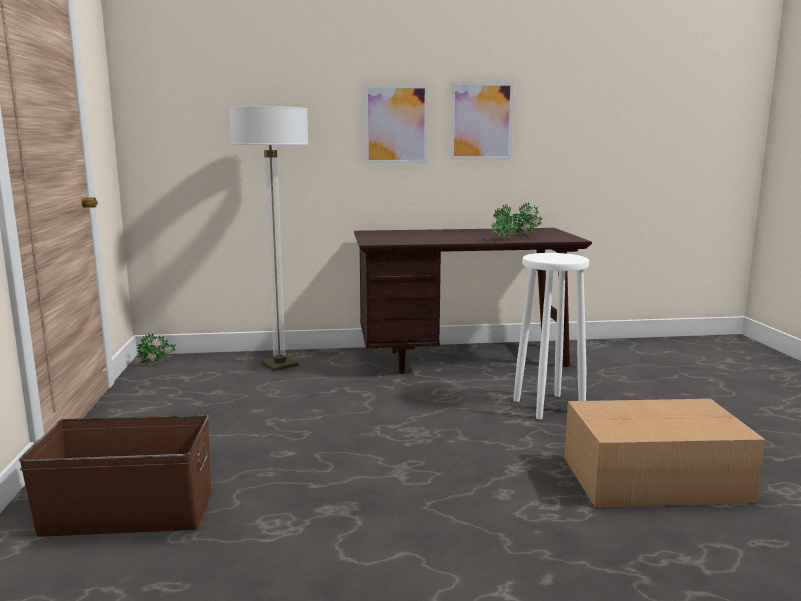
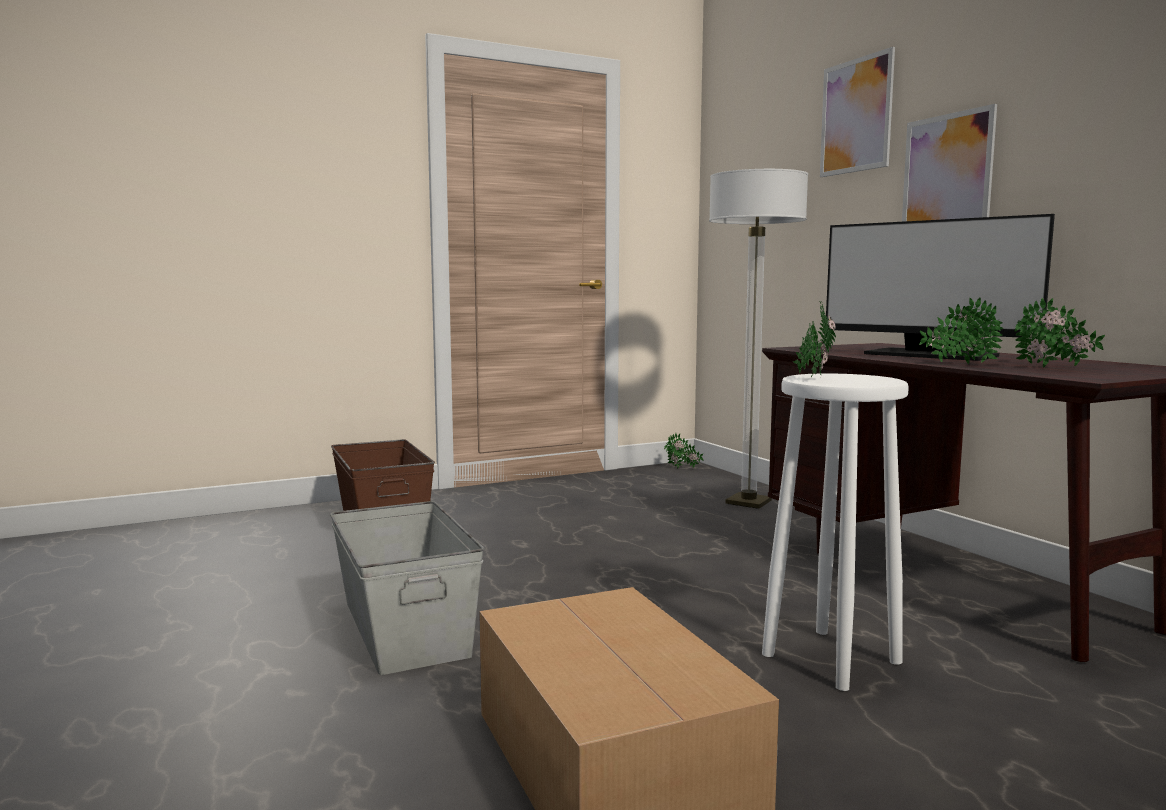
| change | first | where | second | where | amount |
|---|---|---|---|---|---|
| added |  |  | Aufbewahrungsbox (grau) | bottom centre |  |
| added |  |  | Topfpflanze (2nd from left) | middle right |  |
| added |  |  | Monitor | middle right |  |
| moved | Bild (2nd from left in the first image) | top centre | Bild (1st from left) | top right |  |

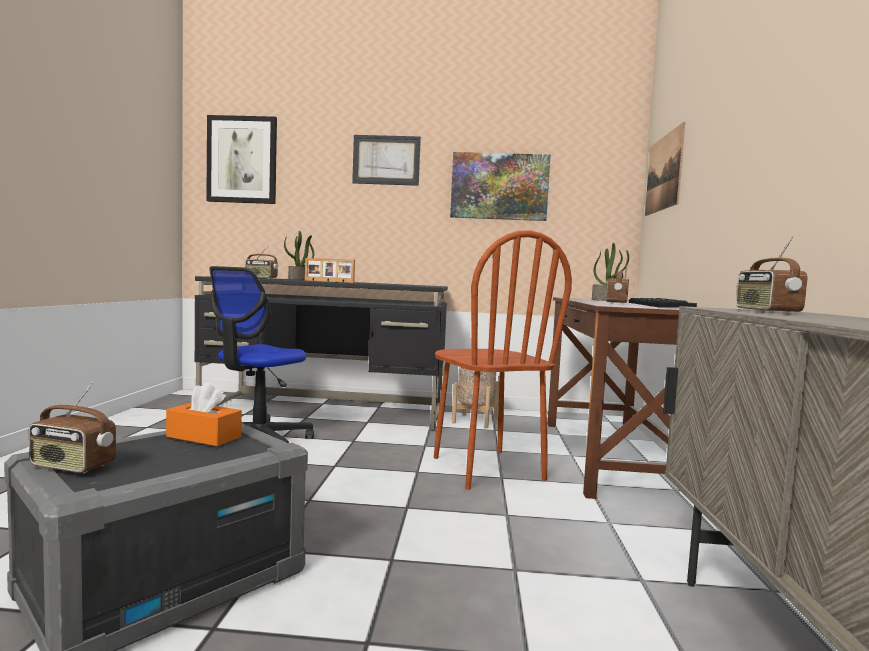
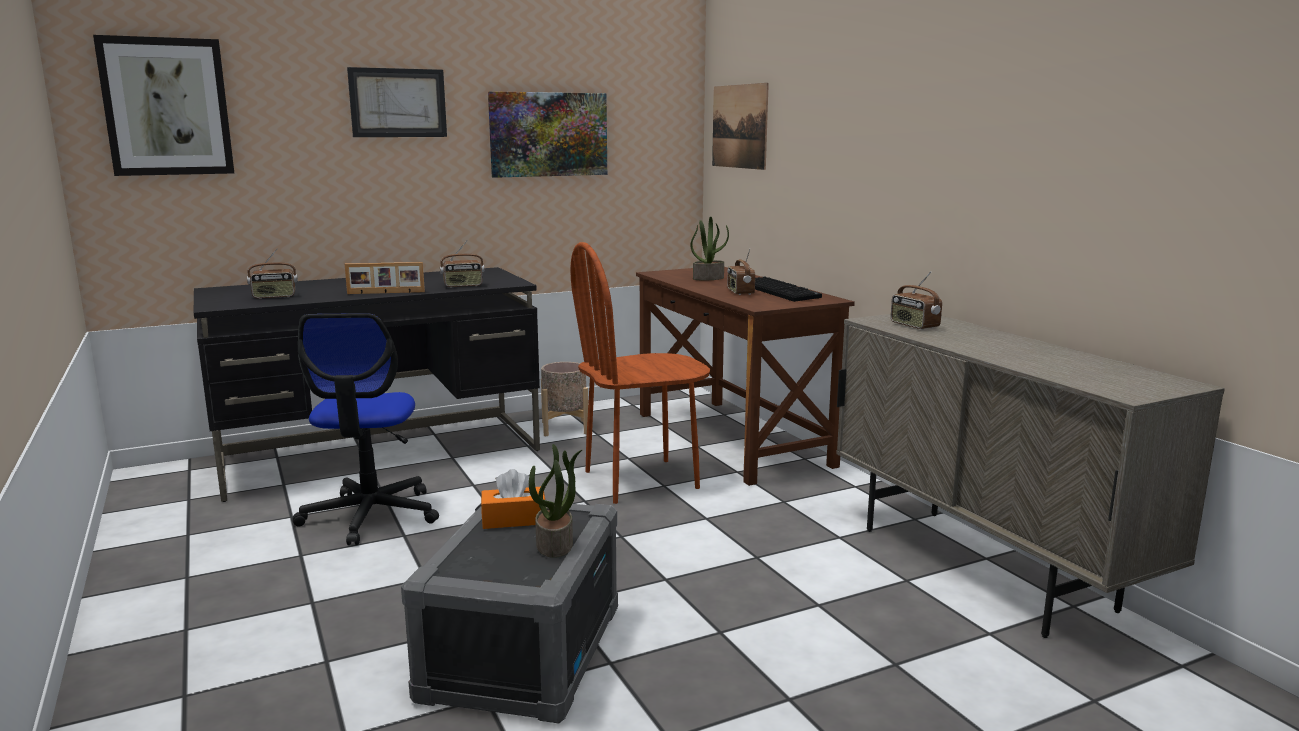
| change | first | where | second | where | amount |
|---|---|---|---|---|---|
| moved | Radio (1st from left in the first image) | middle left | Radio (2nd from left) | centre |  |
| moved | Topfpflanze (1st from left) | centre |  | bottom centre |  |
| turned | Stuhl (braun) | centre |  | centre | 120 degrees clockwise |

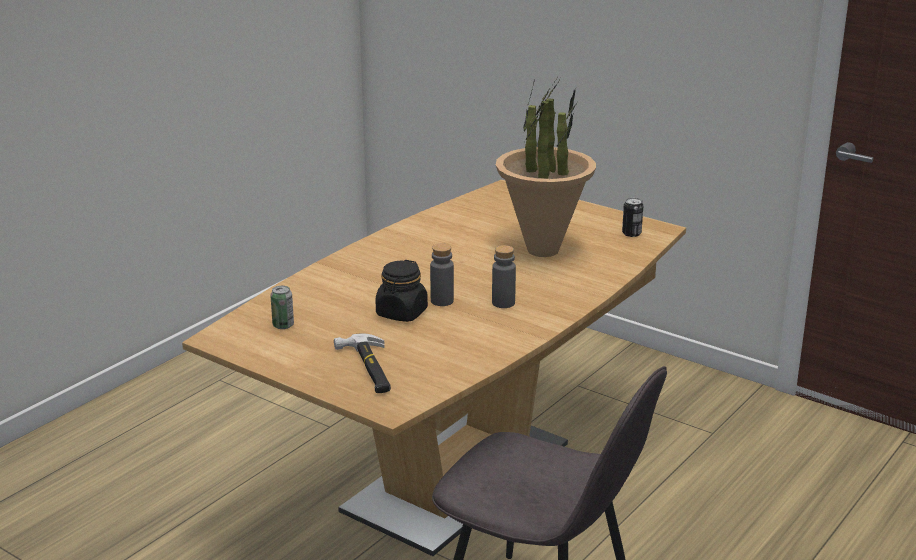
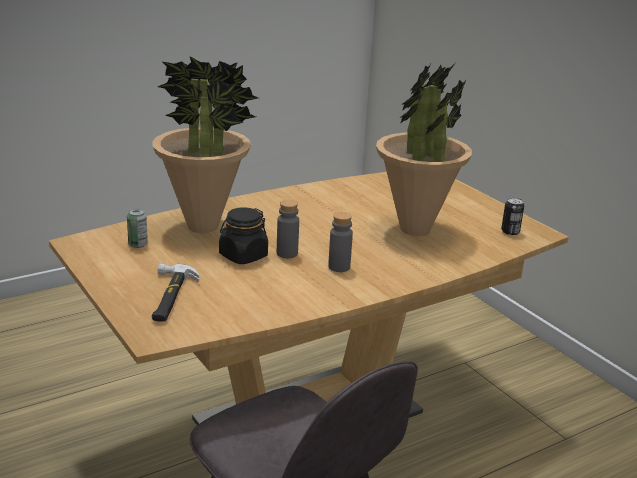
| change | first | where | second | where | amount |
|---|---|---|---|---|---|
| added |  |  | Topfpflanze (1st from left) | top left |  |

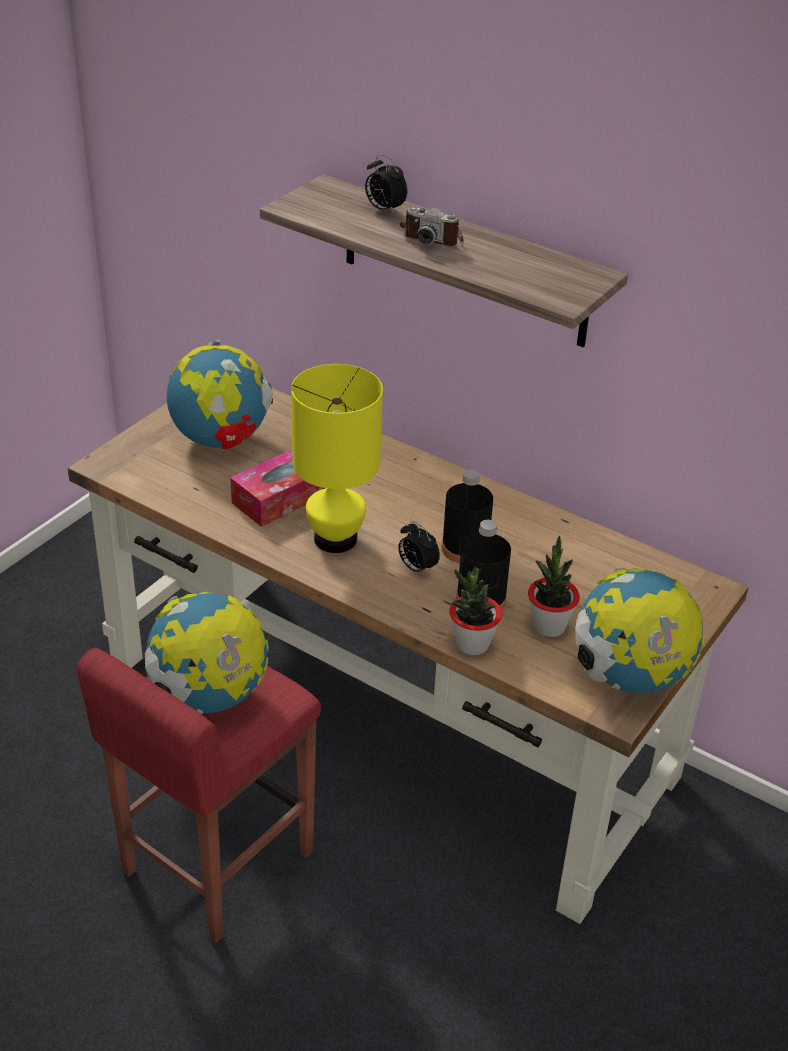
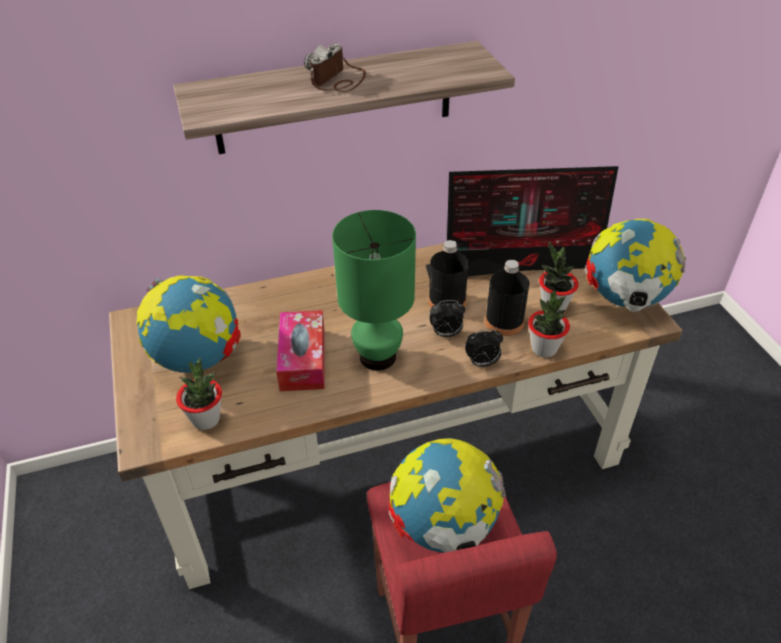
| change | first | where | second | where | amount |
|---|---|---|---|---|---|
| added |  |  | Topfpflanze (1st from left) | middle left |  |
| added |  |  | Monitor | middle right |  |
| moved | Wecker (1st from left in the first image) | top centre | Wecker (2nd from left) | centre |  |
| recoloured | Tischlampe (gelb) | centre | Tischlampe (grün) | centre |  |
| turned | Kamera | top centre |  | top centre | 150 degrees clockwise |

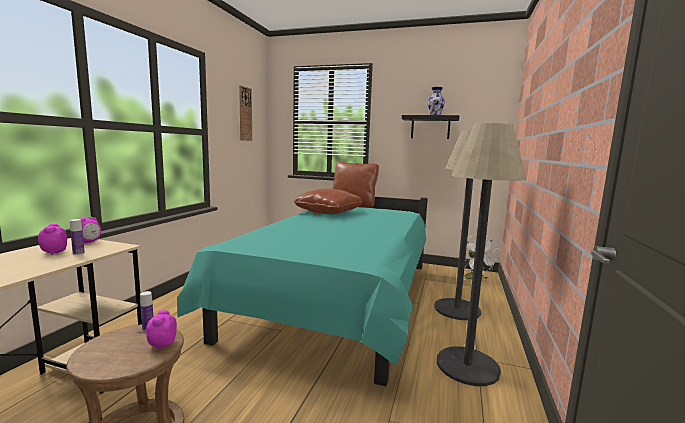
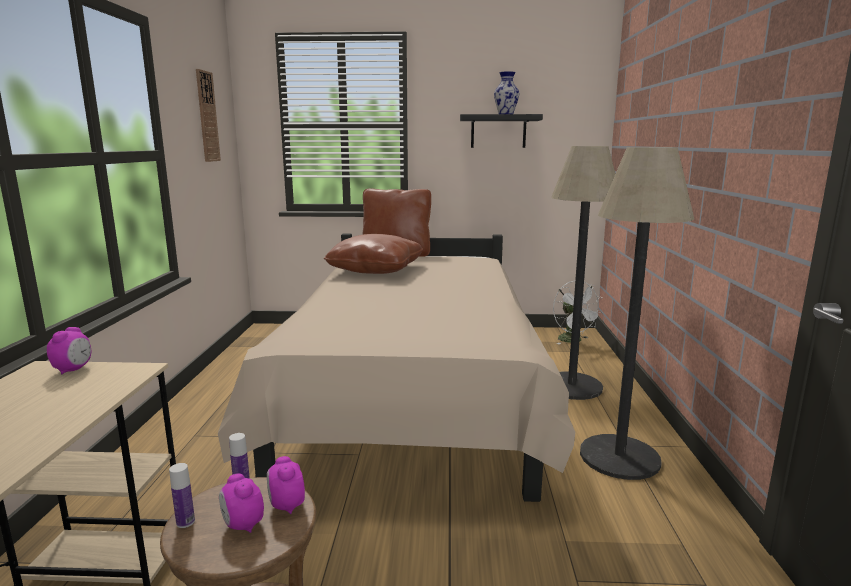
| change | first | where | second | where | amount |
|---|---|---|---|---|---|
| moved | Wecker (1st from left in the first image) | middle left | Wecker (2nd from left) | bottom left |  |
| moved | Flasche (1st from left) | middle left |  | bottom left |  |
| recoloured | Bett (türkis) | bottom centre | Bett (beige) | centre |  |

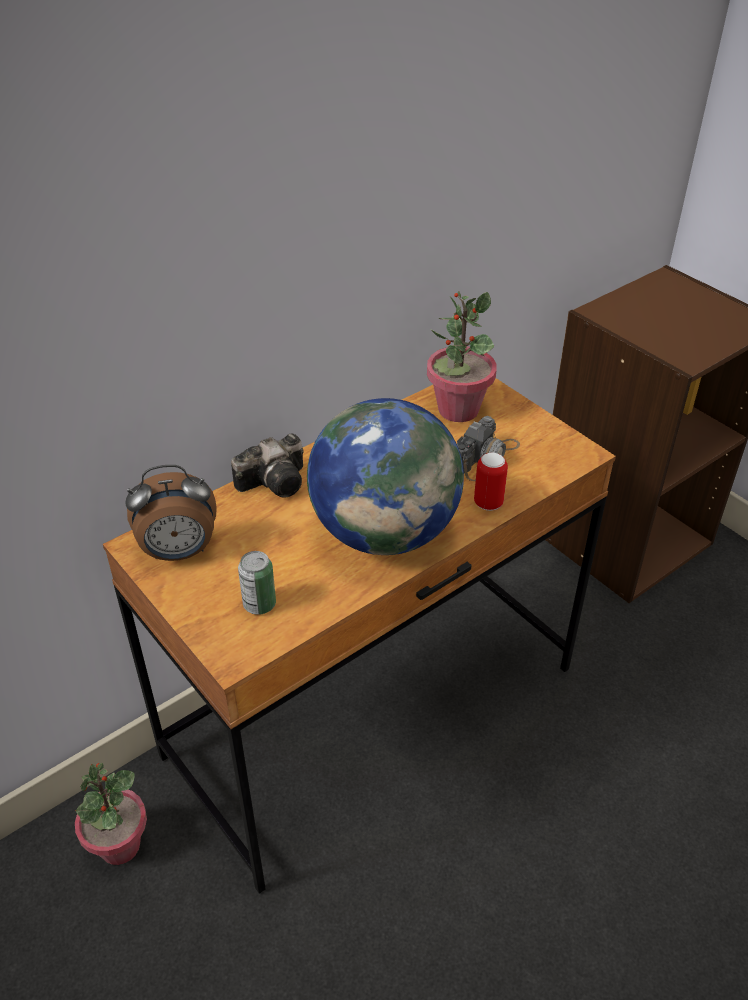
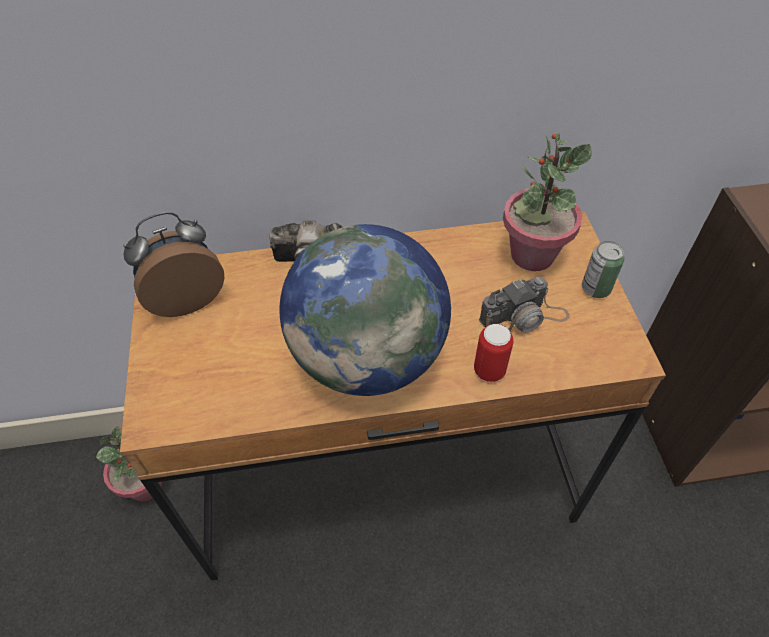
| change | first | where | second | where | amount |
|---|---|---|---|---|---|
| moved | Dose (1st from left in the first image) | centre | Dose (2nd from left) | middle right |  |
| turned | Wecker | middle left |  | middle left | 135 degrees clockwise |

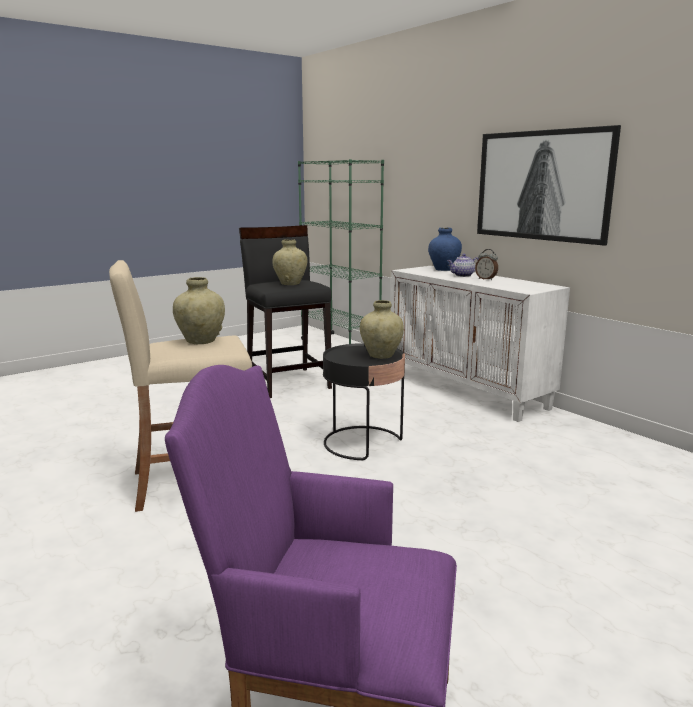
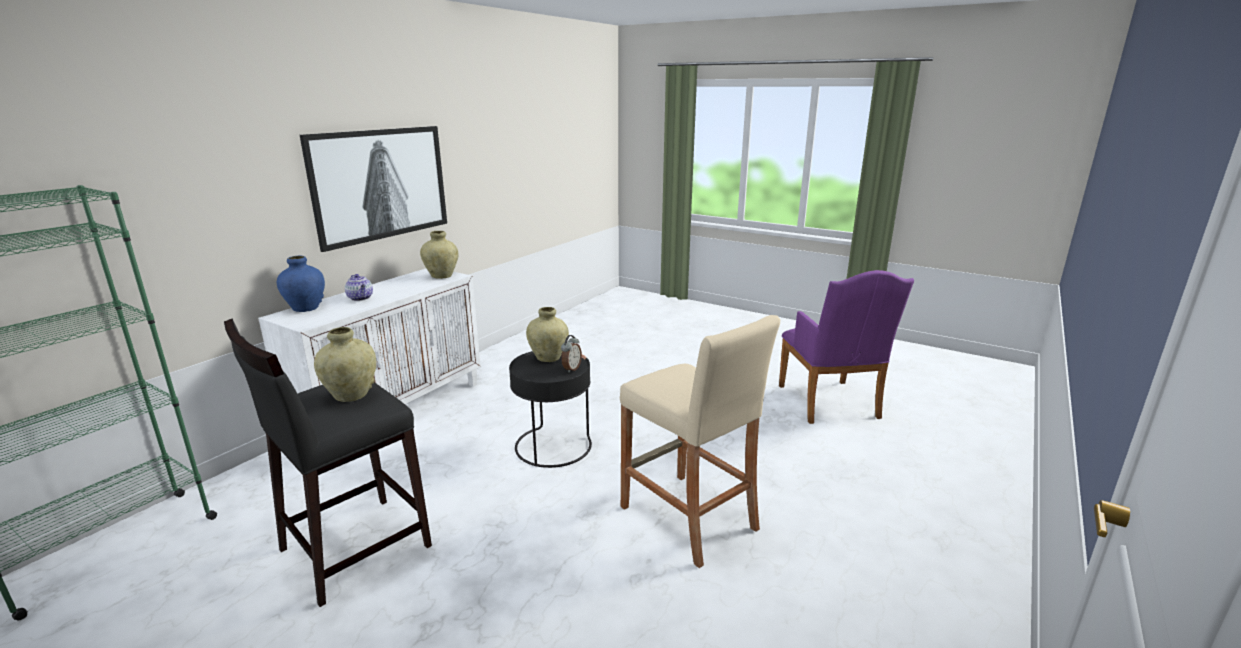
| change | first | where | second | where | amount |
|---|---|---|---|---|---|
| moved | Vase (beige) (1st from left in the first image) | middle left | Vase (beige) (2nd from left) | centre |  |
| moved | Wecker | middle right |  | centre |  |

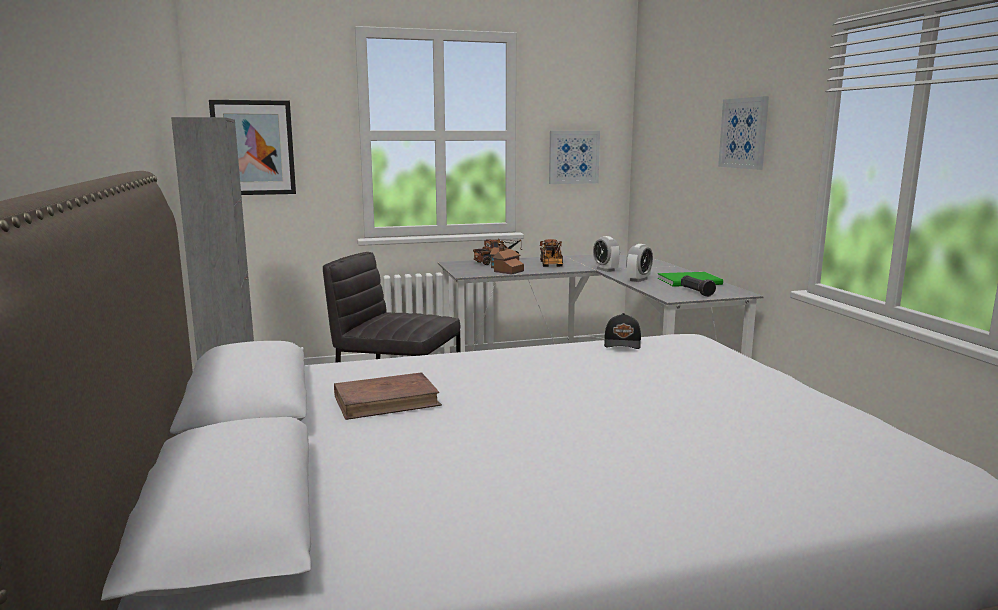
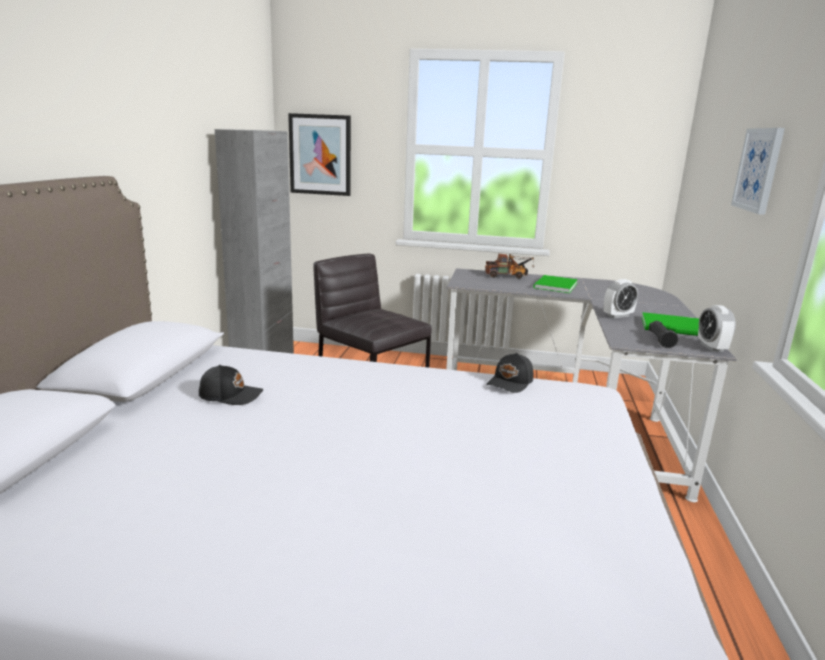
| change | first | where | second | where | amount |
|---|---|---|---|---|---|
| removed | Spielzeughaus | centre |  |  |  |
| removed | Bild (2nd from left) | top centre |  |  |  |
| moved | Wecker (1st from left in the first image) | centre | Wecker (2nd from left) | middle right |  |
| replaced | Buch (braun) | centre | Kappe (schwarz) (1st from left) | middle left |  |
| replaced | Spielzeuglaster (2nd from left) | centre | Buch (grün) (1st from left) | middle right |  |

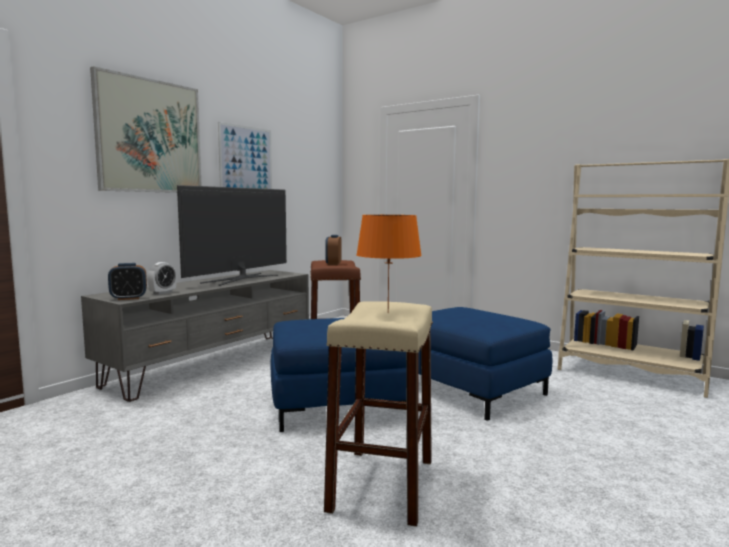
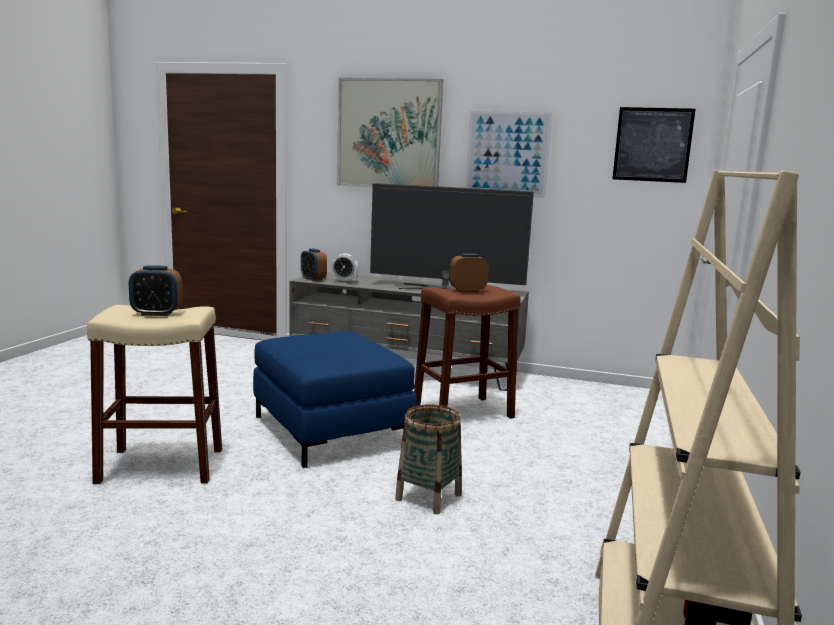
| change | first | where | second | where | amount |
|---|---|---|---|---|---|
| added |  |  | Bild (3rd from left) | top right |  |
| replaced | Tischlampe (orange) | centre | Wecker (1st from left) | middle left |  |
| replaced | Polsterhocker (blau) (2nd from left) | centre | Korb | bottom centre |  |

